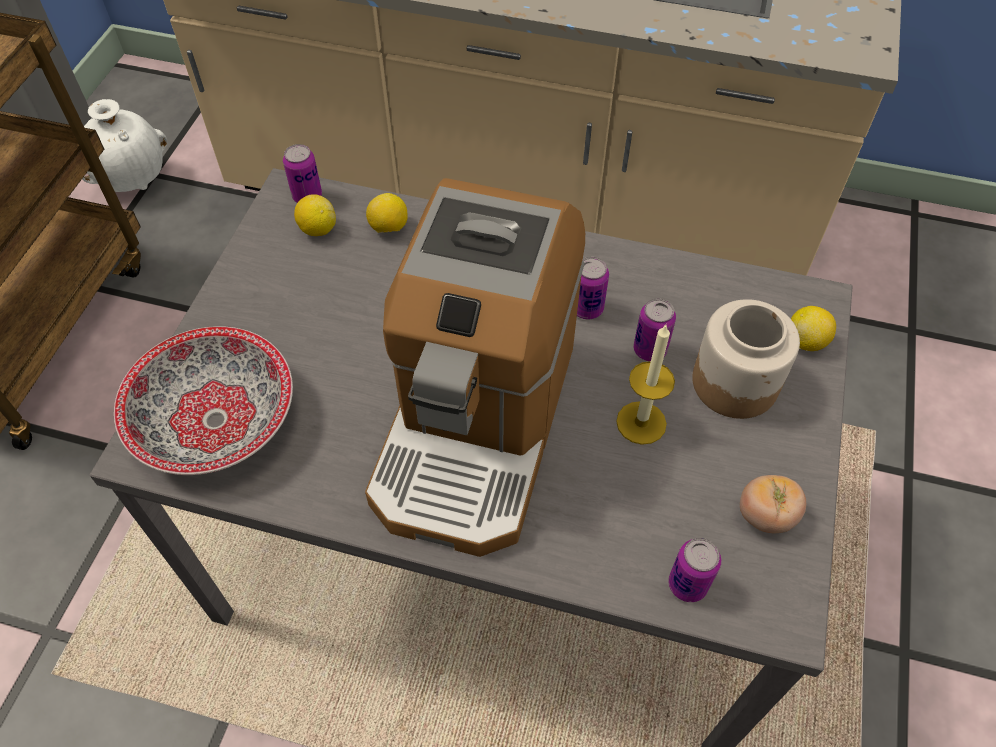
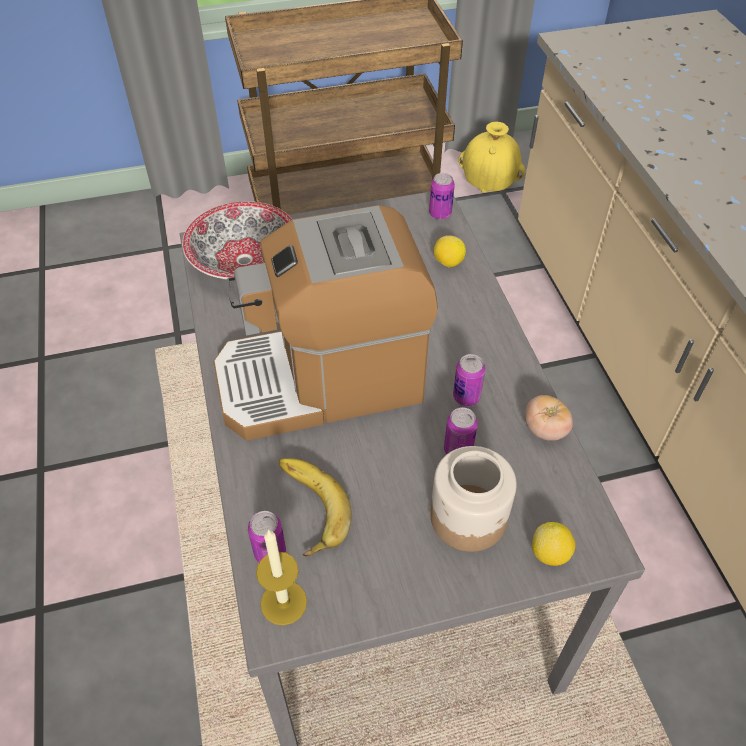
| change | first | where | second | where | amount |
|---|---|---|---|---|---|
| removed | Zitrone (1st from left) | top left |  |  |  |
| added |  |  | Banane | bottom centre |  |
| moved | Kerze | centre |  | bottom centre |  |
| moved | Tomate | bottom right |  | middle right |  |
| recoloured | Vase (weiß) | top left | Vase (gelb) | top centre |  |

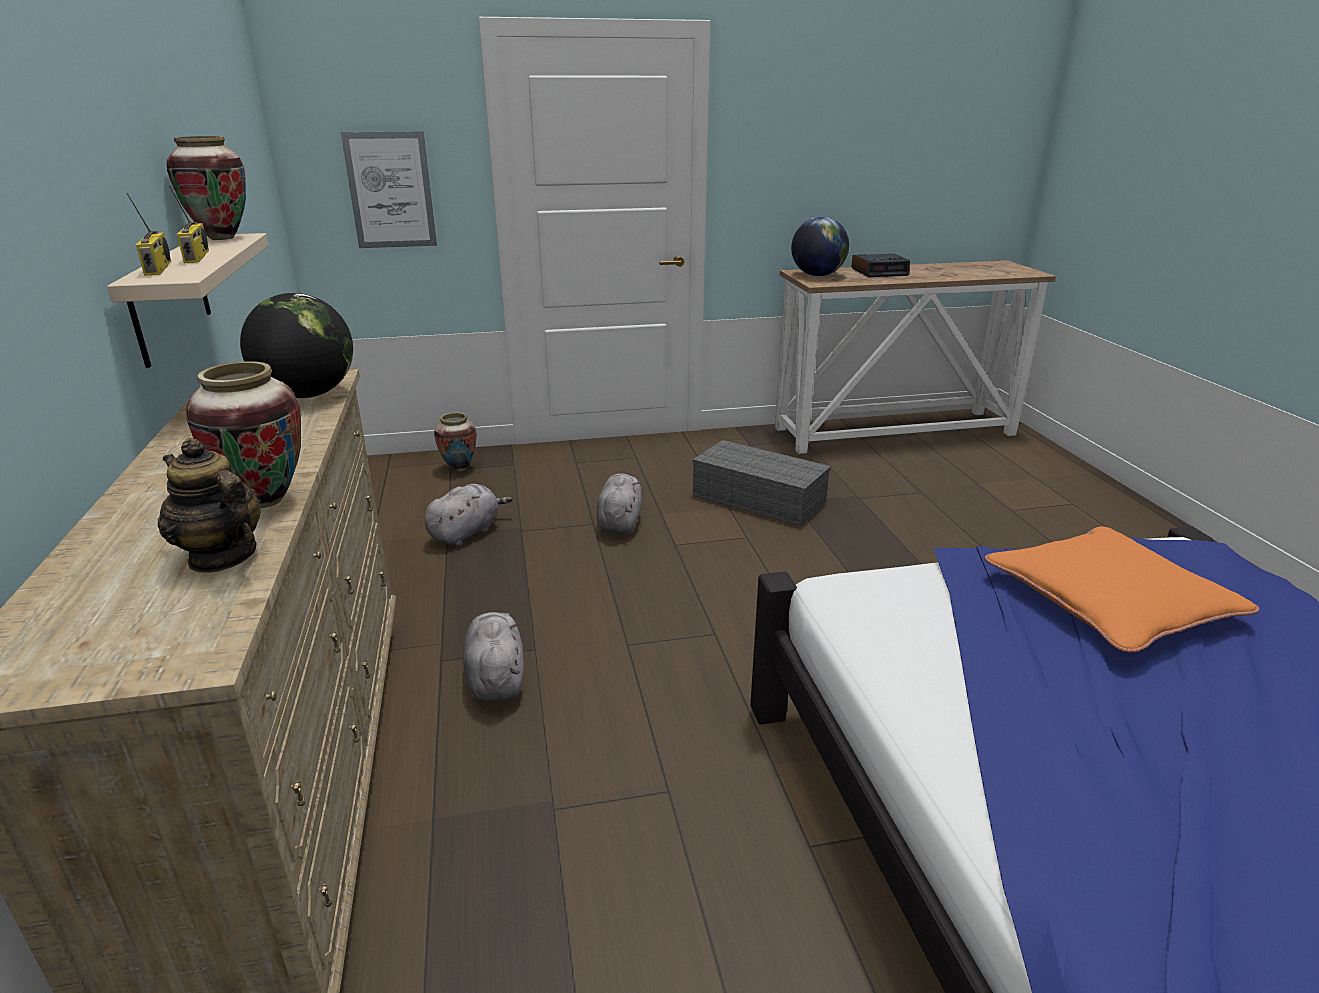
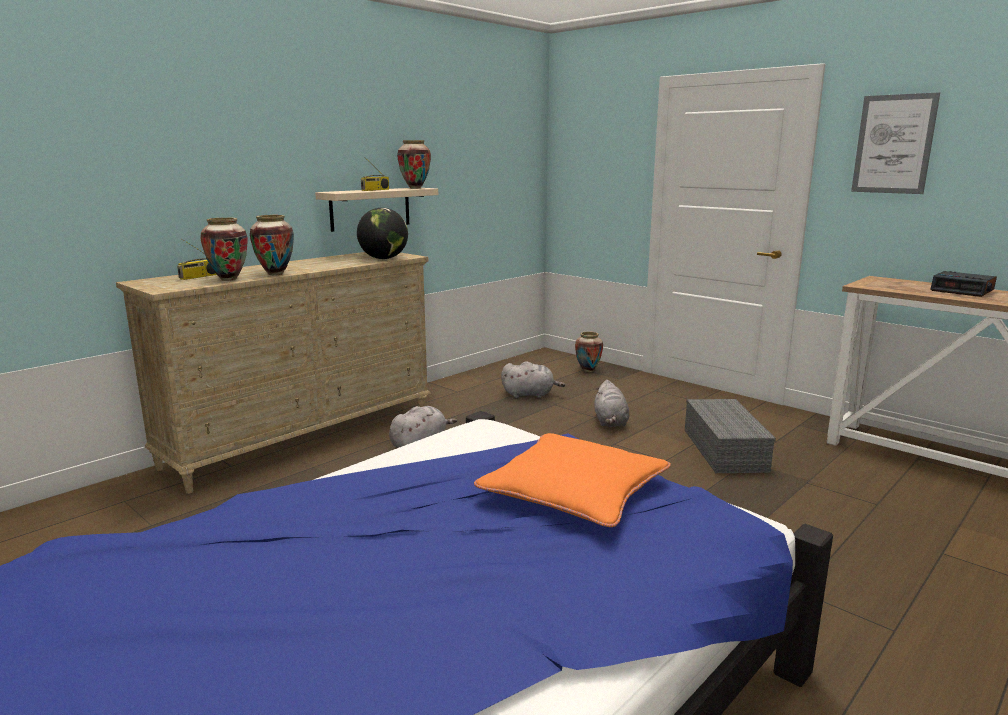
| change | first | where | second | where | amount |
|---|---|---|---|---|---|
| removed | Globus (2nd from left) | top centre |  |  |  |
| moved | Radio (1st from left) | top left |  | middle left |  |
| moved | Bild | top left |  | top right |  |
| replaced | Teekanne | middle left | Vase (1st from left) | middle left |  |
| turned | Plüschtier (grau) (3rd from left) | centre |  | centre | 120 degrees clockwise |

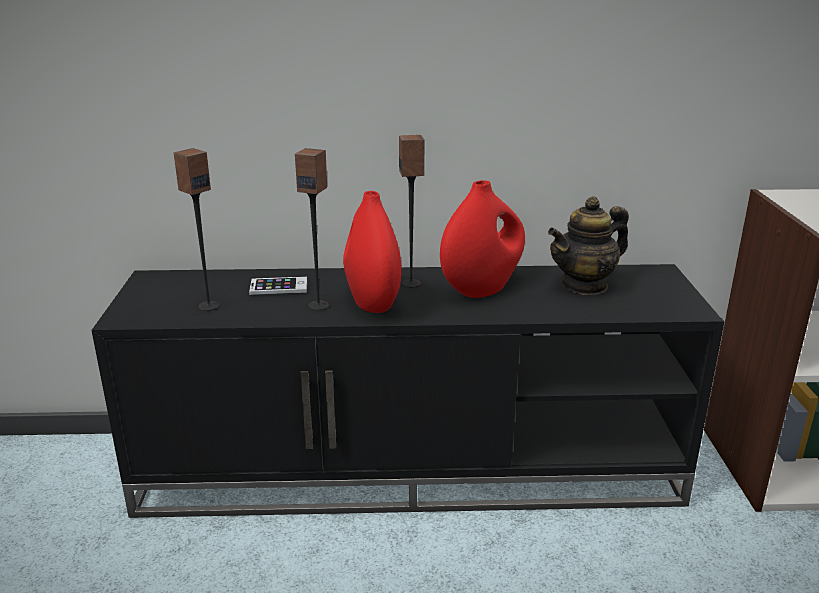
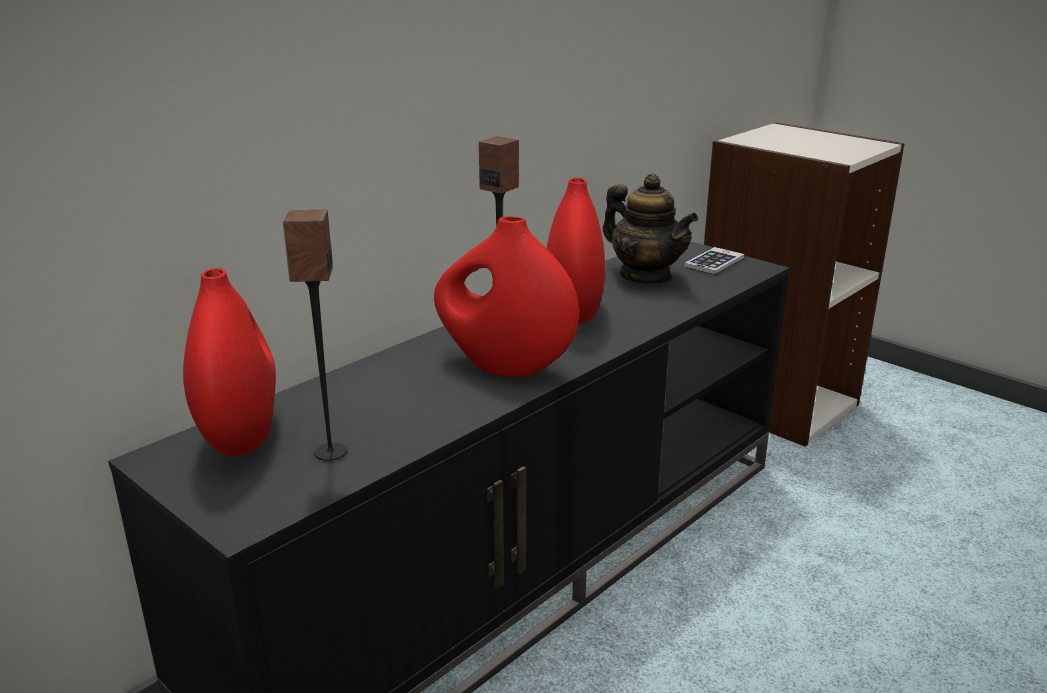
| change | first | where | second | where | amount |
|---|---|---|---|---|---|
| removed | Lautsprecher (2nd from left) | centre |  |  |  |
| added |  |  | Vase (rot) (1st from left) | middle left |  |
| moved | Handy | centre |  | middle right |  |
| turned | Teekanne | middle right |  | top centre | 60 degrees counterclockwise |

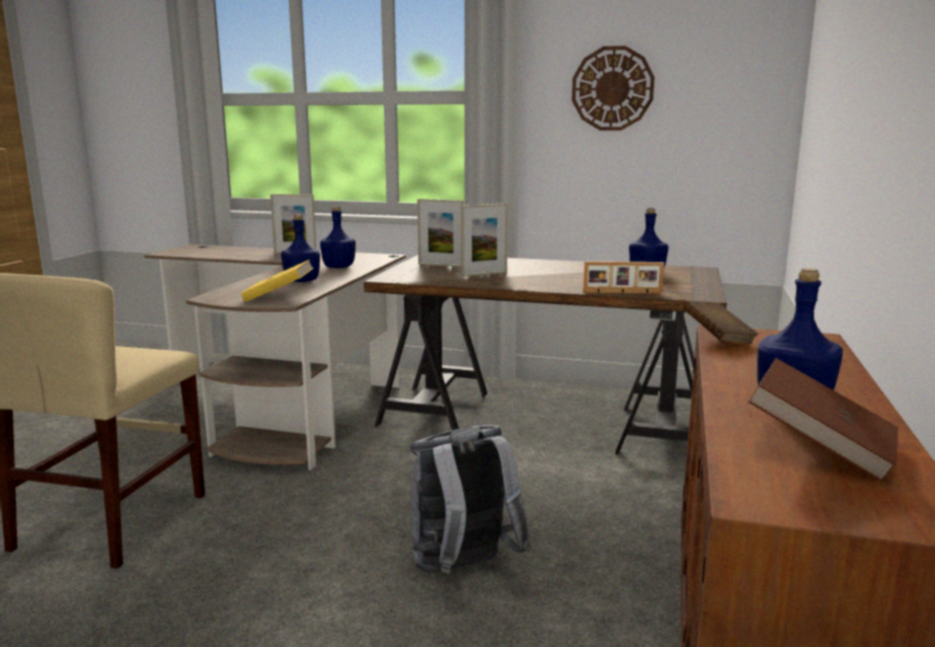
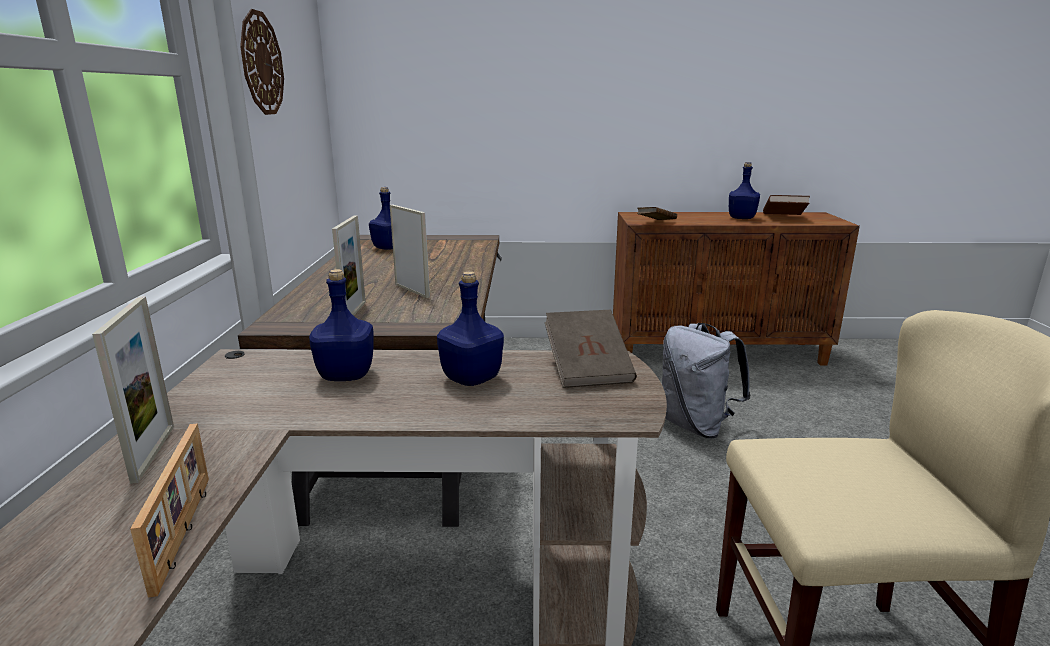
| change | first | where | second | where | amount |
|---|---|---|---|---|---|
| moved | Bilderrahmen (4th from left in the first image) | centre | Bilderrahmen (2nd from left) | bottom left |  |
| recoloured | Buch (gelb) | middle left | Buch (braun) (1st from left) | centre |  |

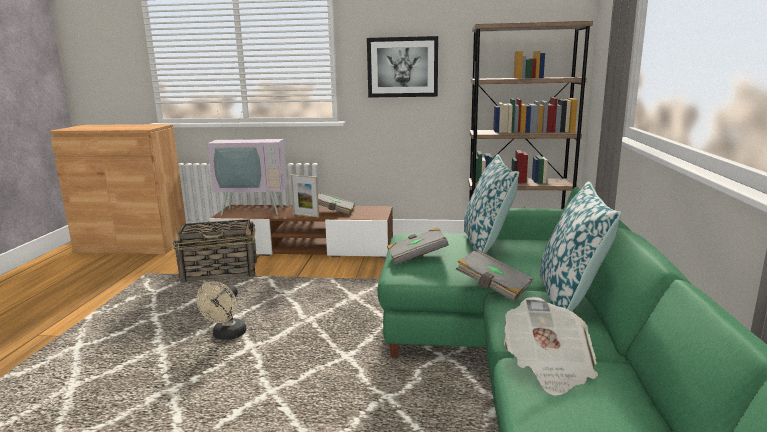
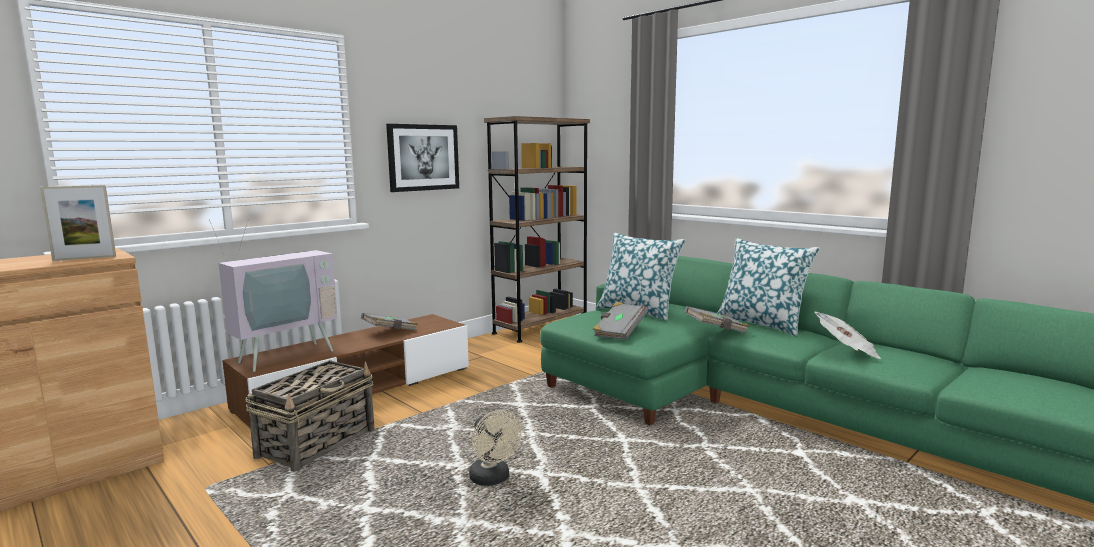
| change | first | where | second | where | amount |
|---|---|---|---|---|---|
| moved | Bilderrahmen | centre |  | middle left |  |

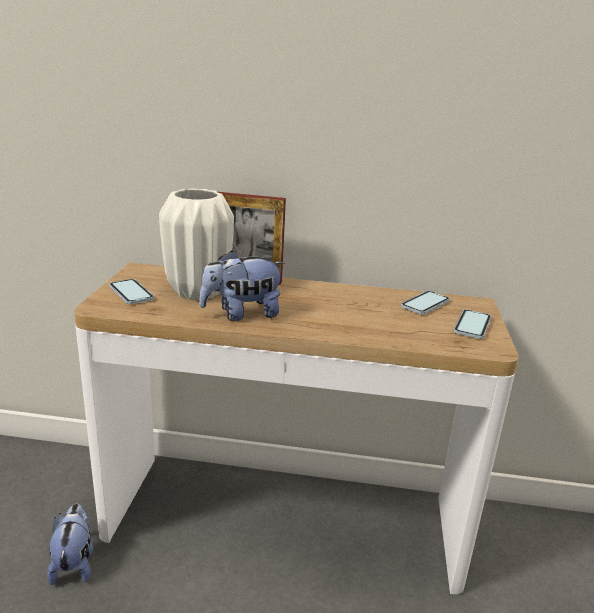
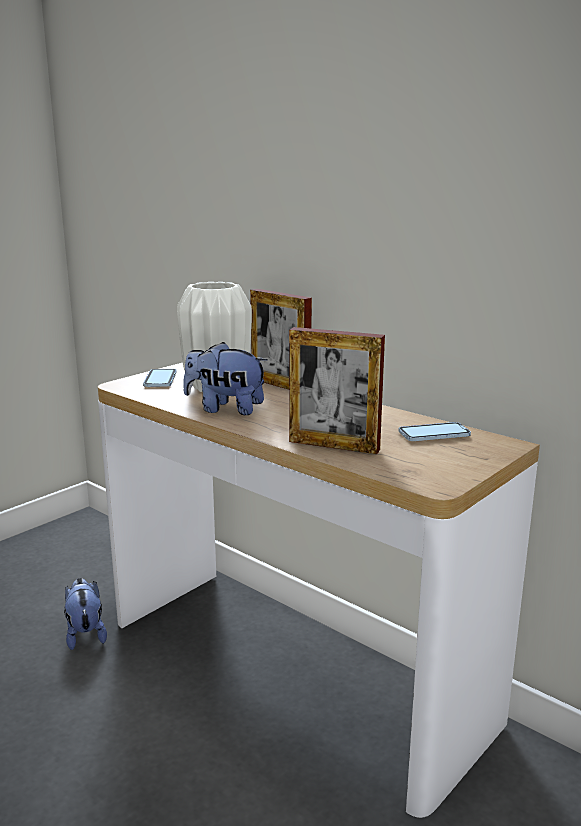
| change | first | where | second | where | amount |
|---|---|---|---|---|---|
| removed | Handy (3rd from left) | middle right |  |  |  |
| added |  |  | Bilderrahmen (2nd from left) | centre |  |
| turned | Plüschtier (1st from left) | bottom left |  | bottom left | 45 degrees counterclockwise |

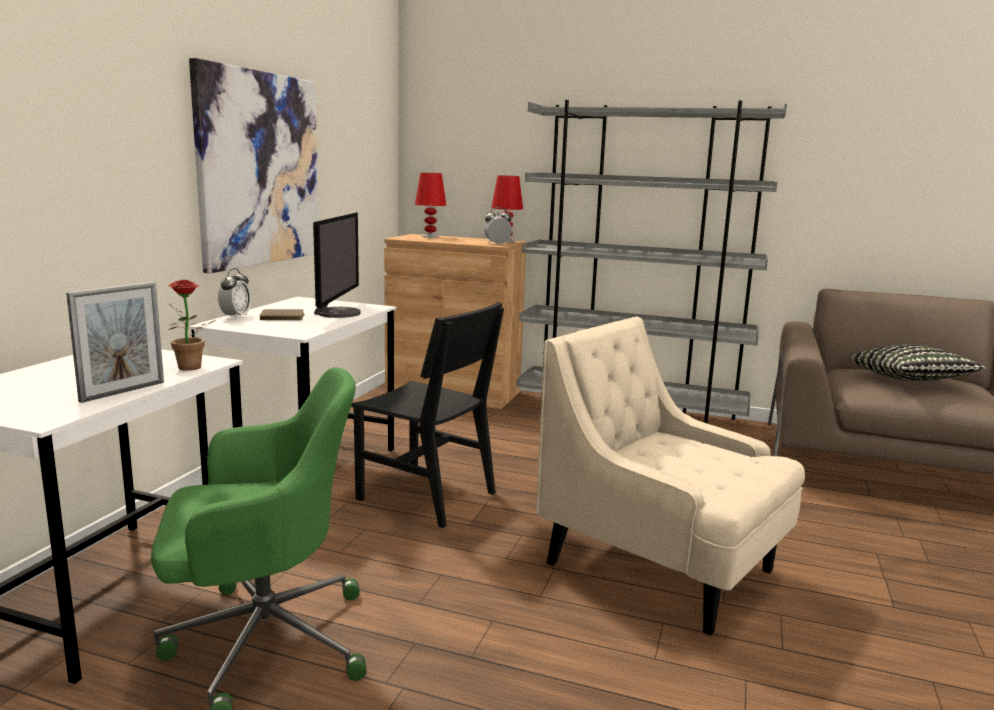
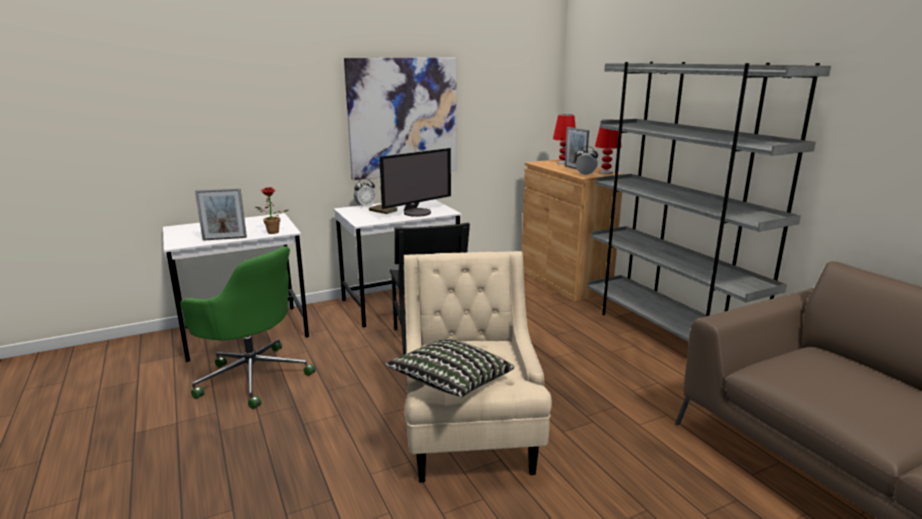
| change | first | where | second | where | amount |
|---|---|---|---|---|---|
| added |  |  | Bilderrahmen (2nd from left) | top centre |  |
| moved | Kissen | middle right |  | bottom centre |  |

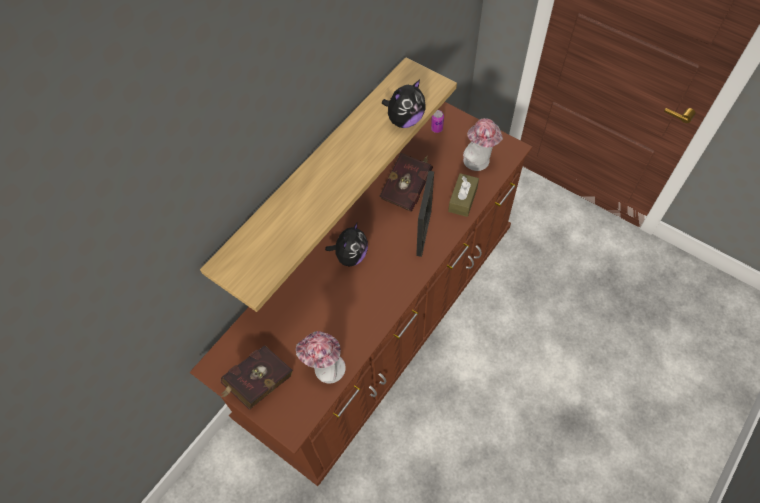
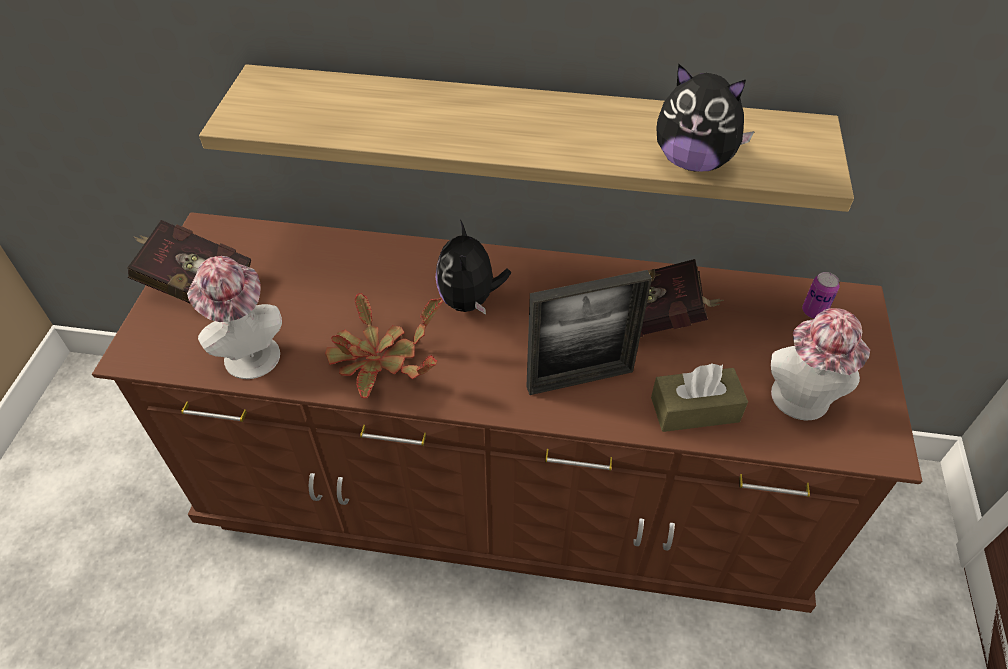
| change | first | where | second | where | amount |
|---|---|---|---|---|---|
| added |  |  | Topfpflanze | centre |  |
| turned | Plüschtier (1st from left) | centre |  | centre | 90 degrees clockwise |

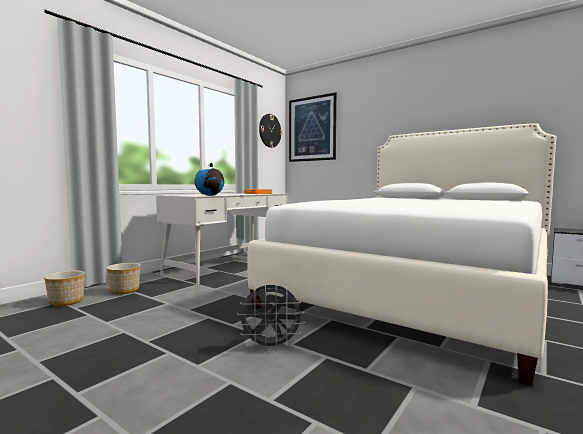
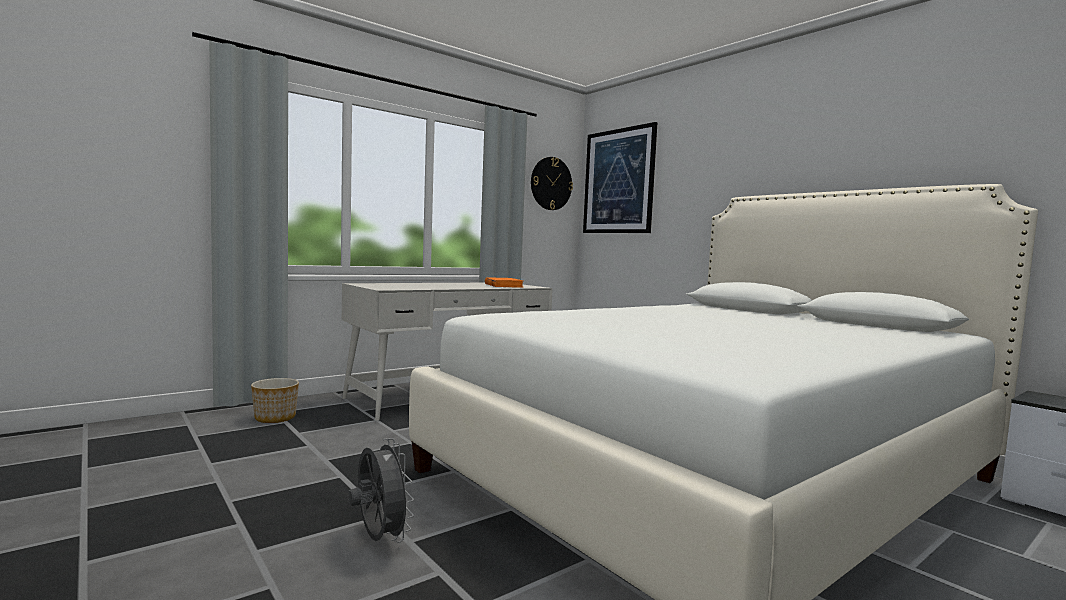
| change | first | where | second | where | amount |
|---|---|---|---|---|---|
| removed | Pflanzkübel (1st from left) | middle left |  |  |  |
| removed | Globus | centre |  |  |  |
| turned | Ventilator (grau) | bottom centre |  | bottom centre | 135 degrees counterclockwise |

